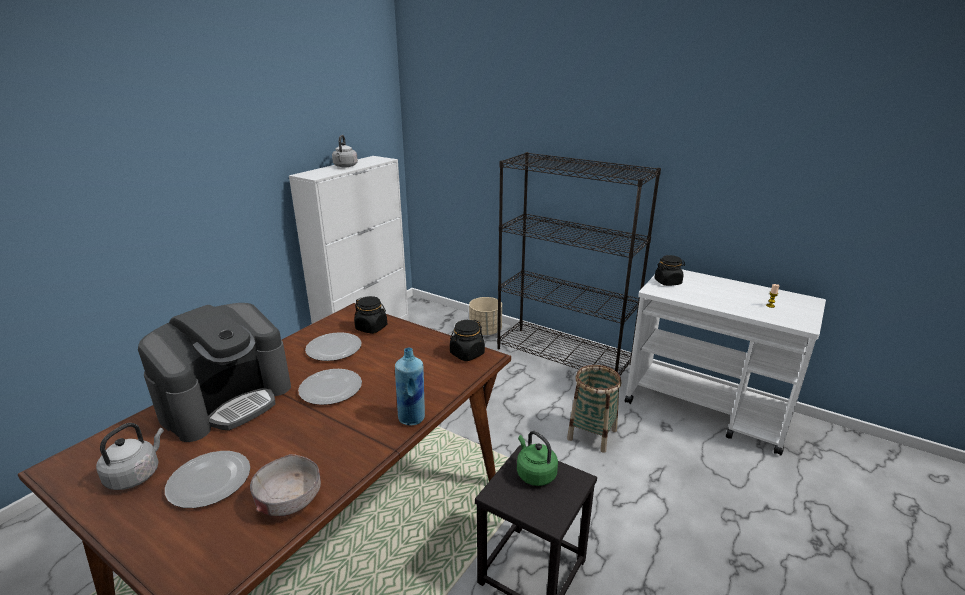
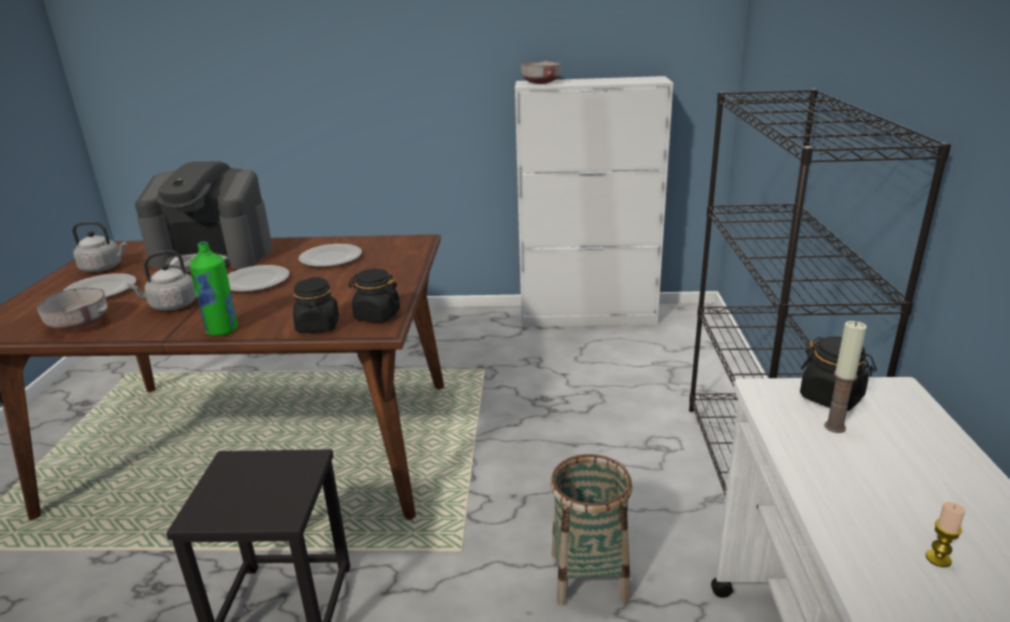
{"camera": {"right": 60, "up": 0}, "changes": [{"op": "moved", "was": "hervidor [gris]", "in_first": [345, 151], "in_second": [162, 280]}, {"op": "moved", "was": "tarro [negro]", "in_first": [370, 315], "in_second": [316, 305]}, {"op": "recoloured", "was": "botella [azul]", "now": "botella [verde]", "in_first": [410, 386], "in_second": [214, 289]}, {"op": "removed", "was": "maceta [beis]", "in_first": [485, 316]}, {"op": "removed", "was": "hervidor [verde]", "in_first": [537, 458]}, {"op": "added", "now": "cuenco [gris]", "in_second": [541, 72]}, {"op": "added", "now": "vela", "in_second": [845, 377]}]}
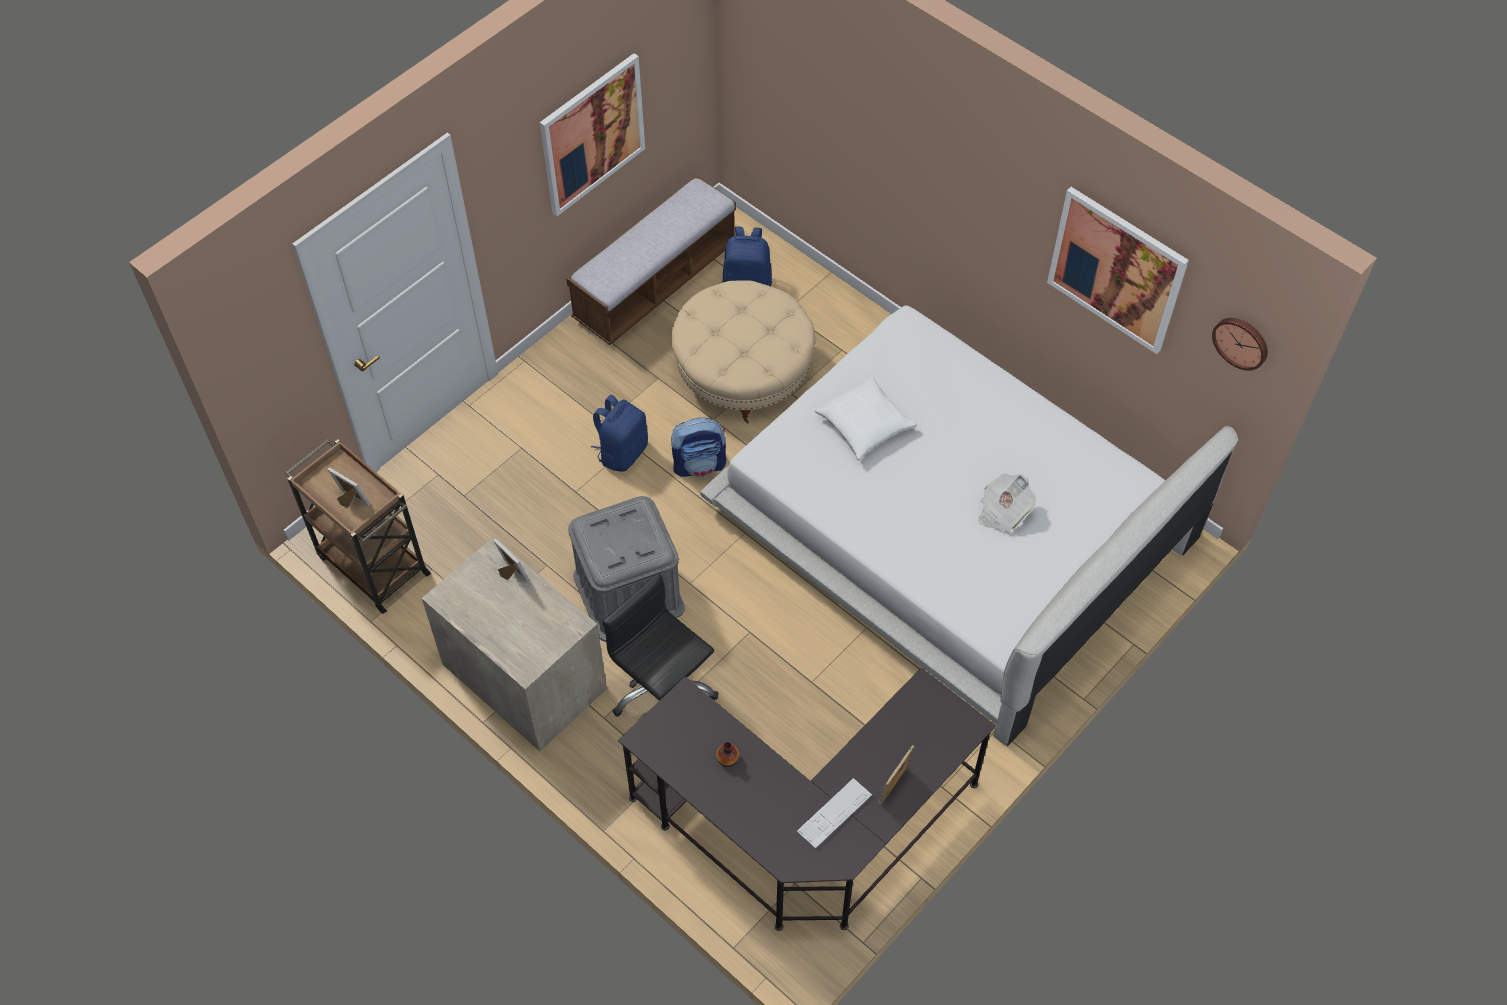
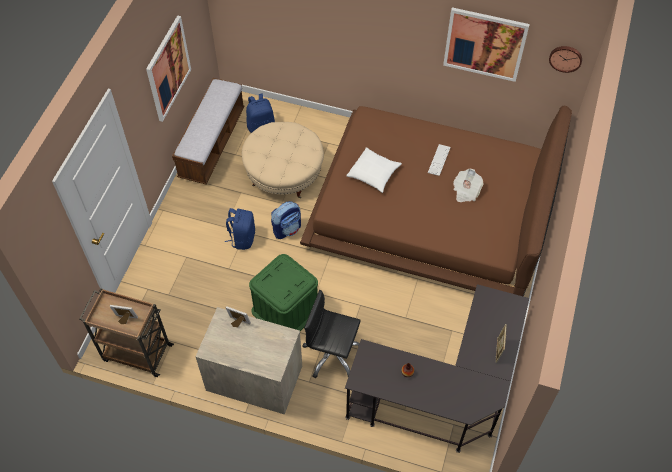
{"camera": {"right": -25, "up": 0}, "changes": [{"op": "recoloured", "was": "caja de almacenaje [gris]", "now": "caja de almacenaje [verde]", "in_first": [626, 569], "in_second": [283, 292]}, {"op": "recoloured", "was": "cama [blanco]", "now": "cama [marrón]", "in_first": [969, 526], "in_second": [436, 201]}, {"op": "moved", "was": "teclado", "in_first": [834, 813], "in_second": [439, 160]}]}
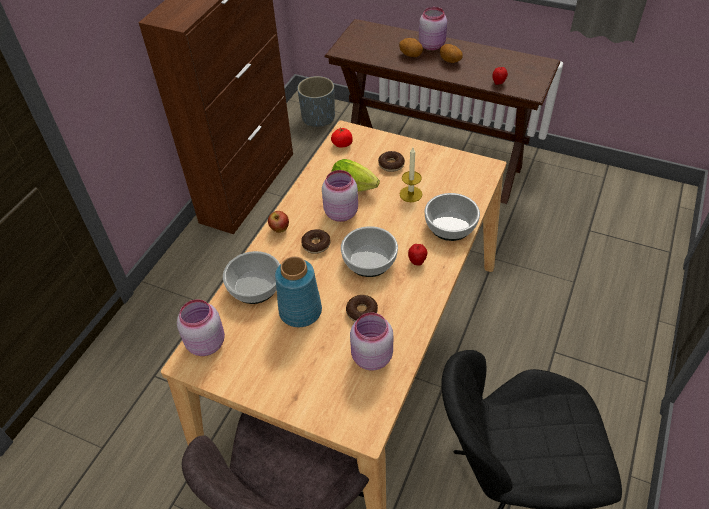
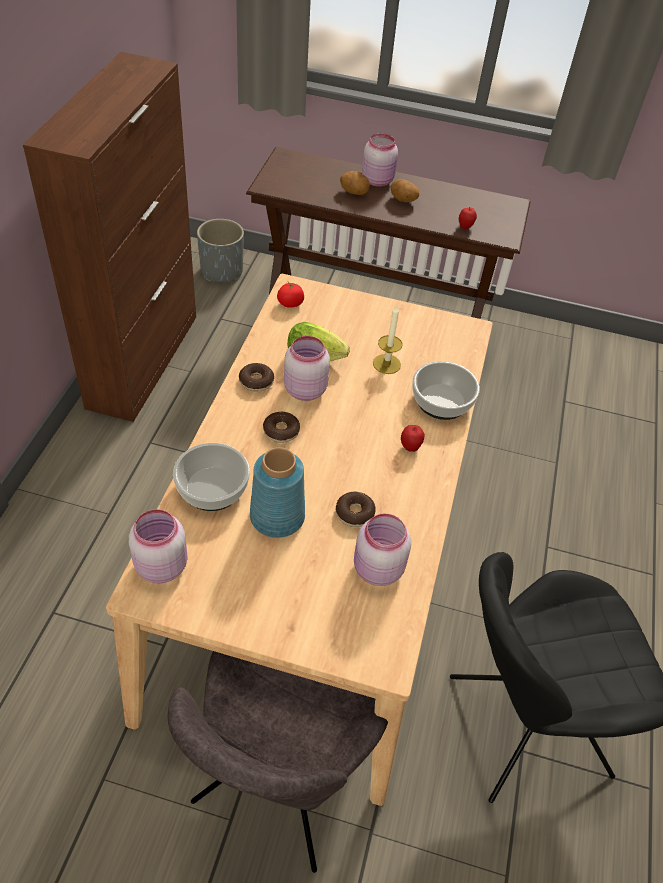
{"camera": {"right": -15, "up": 0}, "changes": [{"op": "removed", "was": "manzana", "in_first": [278, 222]}, {"op": "removed", "was": "cuenco", "in_first": [369, 251]}, {"op": "moved", "was": "rosquilla", "in_first": [391, 161], "in_second": [256, 377]}]}
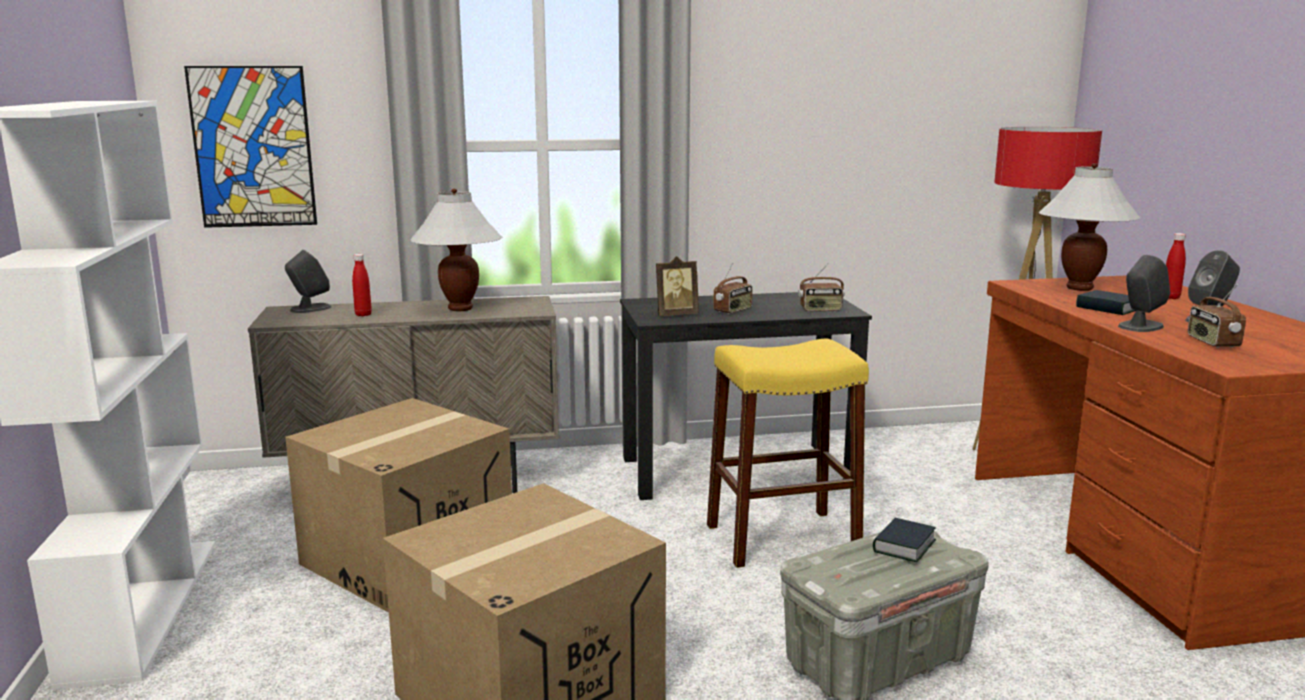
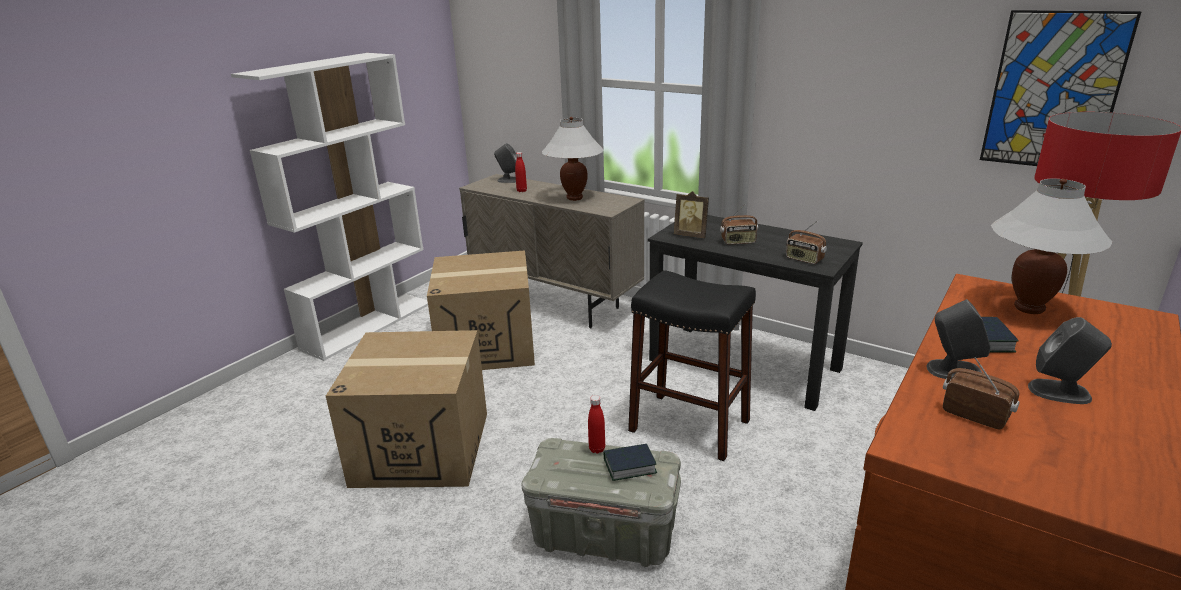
{"camera": {"right": 45, "up": 10}, "changes": [{"op": "moved", "was": "cuadro", "in_first": [250, 147], "in_second": [1061, 88]}, {"op": "recoloured", "was": "taburete [amarillo]", "now": "taburete [negro]", "in_first": [788, 453], "in_second": [692, 365]}, {"op": "moved", "was": "botella [rojo]", "in_first": [1176, 266], "in_second": [596, 424]}, {"op": "turned", "was": "radio", "in_first": [1217, 316], "in_second": [981, 393], "clockwise": 90}]}
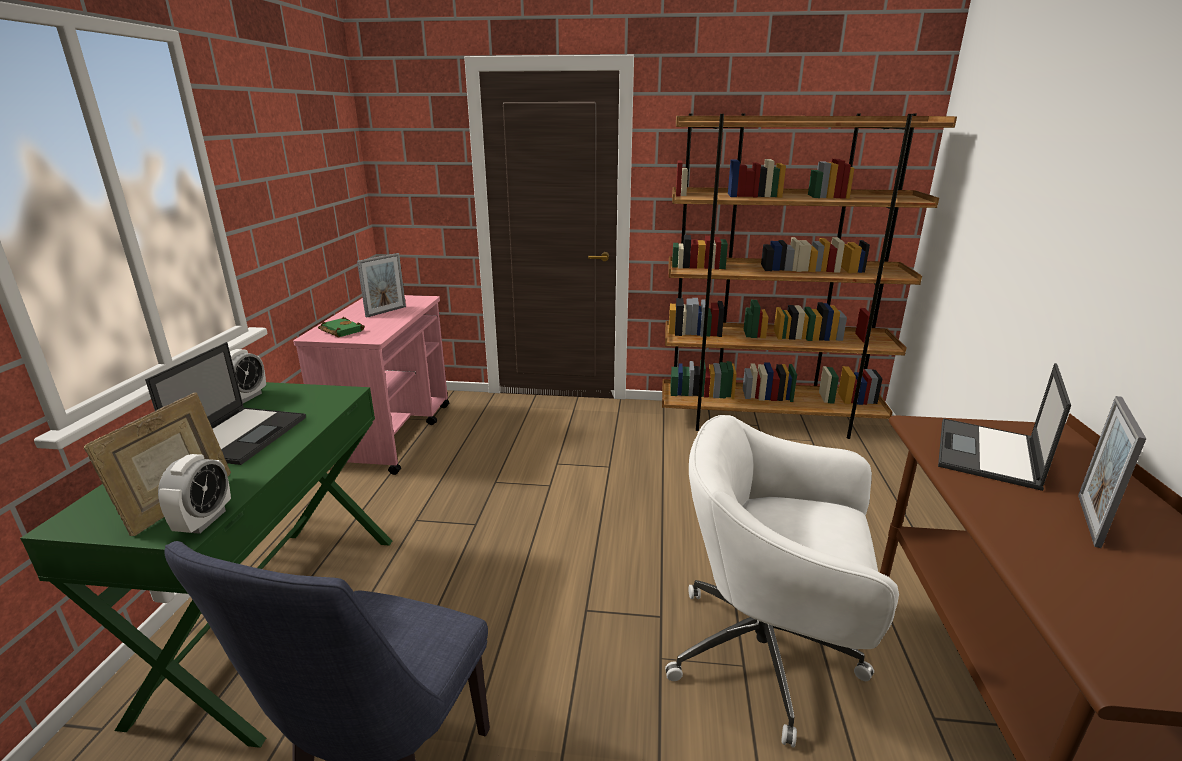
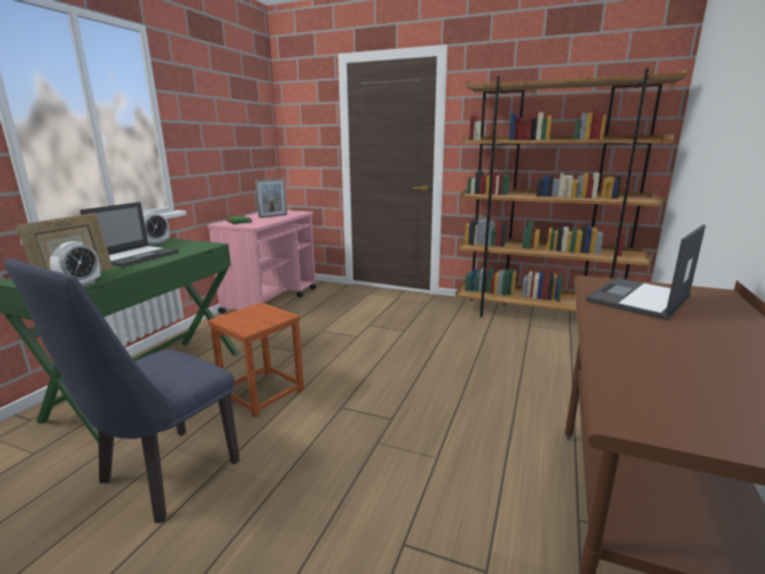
{"camera": {"right": 15, "up": -5}, "changes": [{"op": "removed", "was": "silla de oficina [blanco]", "in_first": [782, 581]}, {"op": "removed", "was": "portarretratos", "in_first": [1112, 472]}, {"op": "added", "now": "taburete [marrón]", "in_second": [256, 360]}]}
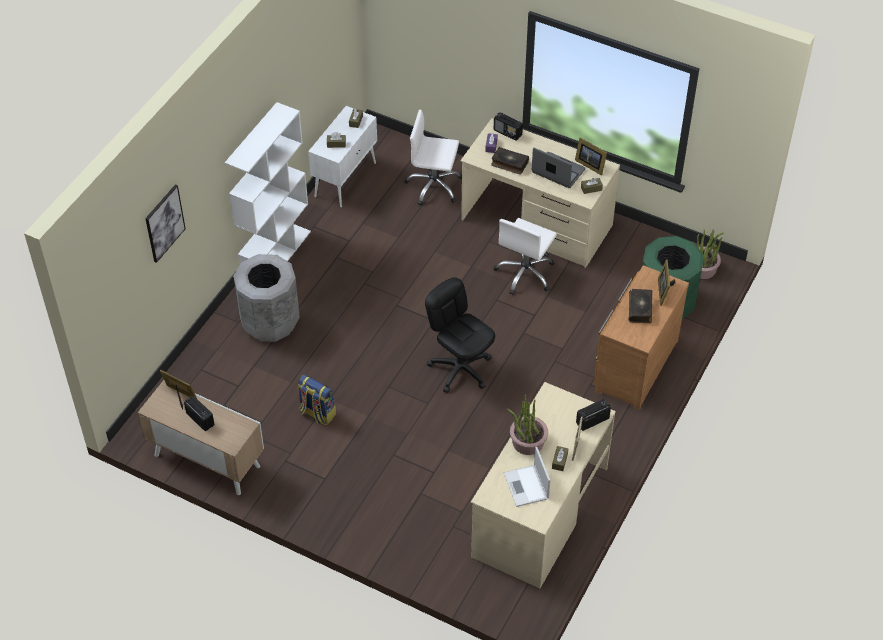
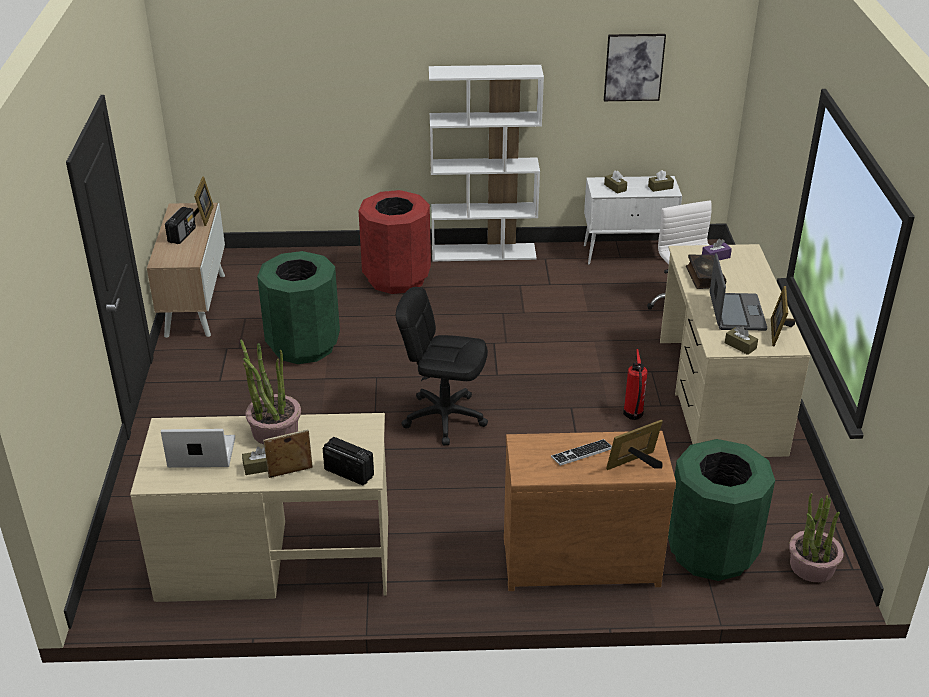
{"camera": {"right": 60, "up": -15}, "changes": [{"op": "moved", "was": "cuadro", "in_first": [165, 223], "in_second": [635, 67]}, {"op": "recoloured", "was": "papelera [gris]", "now": "papelera [rojo]", "in_first": [266, 298], "in_second": [395, 242]}, {"op": "replaced", "was": "mochila", "now": "papelera [verde]", "in_first": [317, 400], "in_second": [298, 307]}, {"op": "turned", "was": "silla de oficina [negro]", "in_first": [460, 335], "in_second": [442, 366], "clockwise": -90}, {"op": "removed", "was": "radio", "in_first": [508, 126]}, {"op": "replaced", "was": "silla de oficina [blanco]", "now": "extintor", "in_first": [525, 256], "in_second": [635, 384]}, {"op": "turned", "was": "portátil", "in_first": [527, 477], "in_second": [198, 448], "clockwise": 45}, {"op": "replaced", "was": "libro", "now": "teclado", "in_first": [641, 306], "in_second": [581, 452]}]}
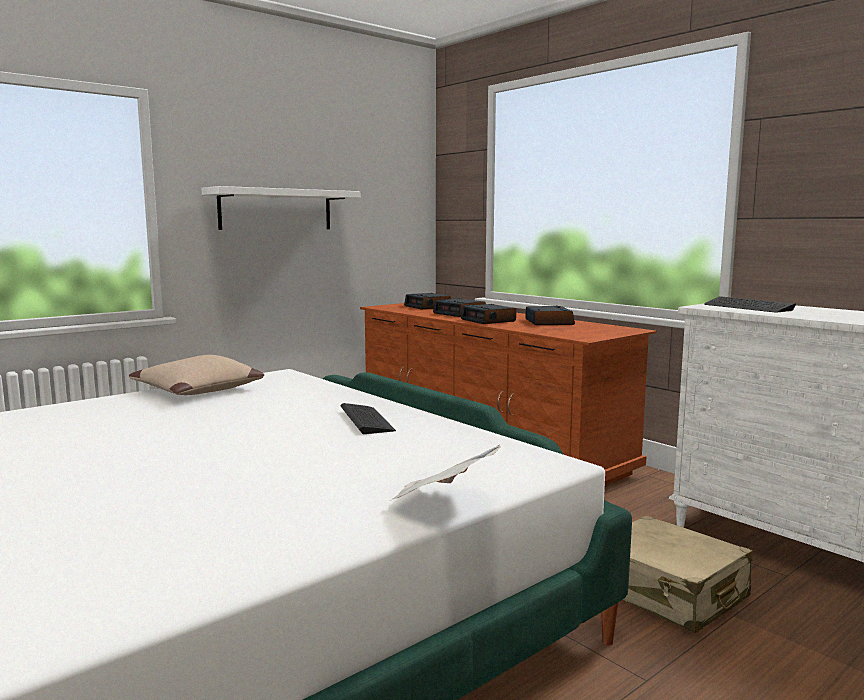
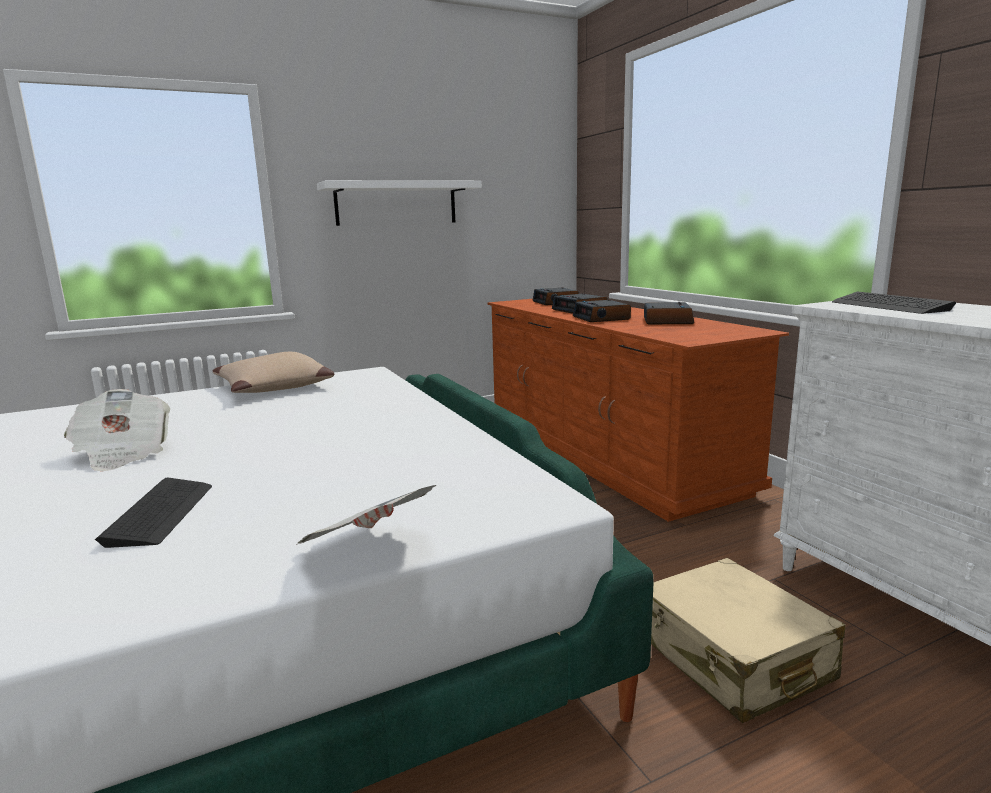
{"camera": {"right": 15, "up": 5}, "changes": [{"op": "moved", "was": "teclado", "in_first": [368, 418], "in_second": [153, 512]}, {"op": "added", "now": "periódico", "in_second": [117, 430]}]}
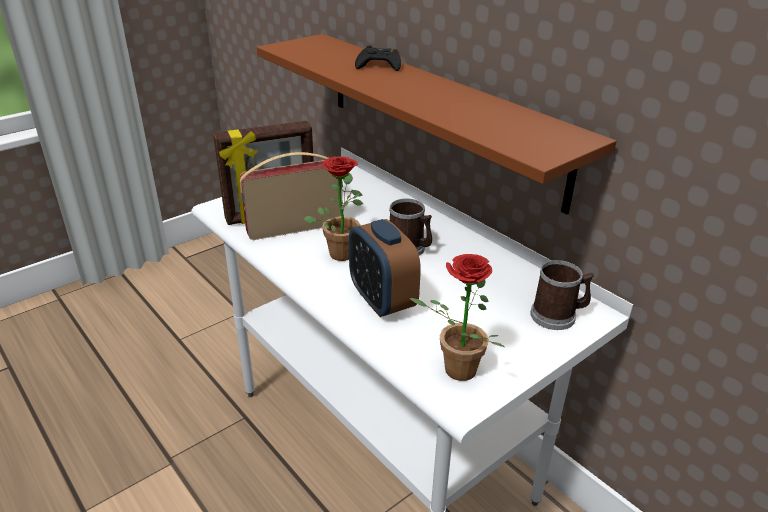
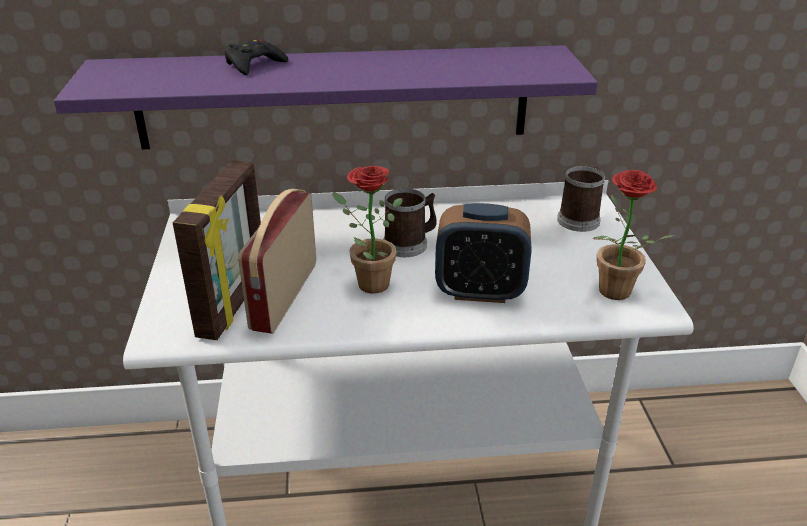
{"camera": {"right": -55, "up": 0}, "changes": [{"op": "recoloured", "was": "estante [marrón]", "now": "estante [morado]", "in_first": [437, 124], "in_second": [326, 97]}]}
